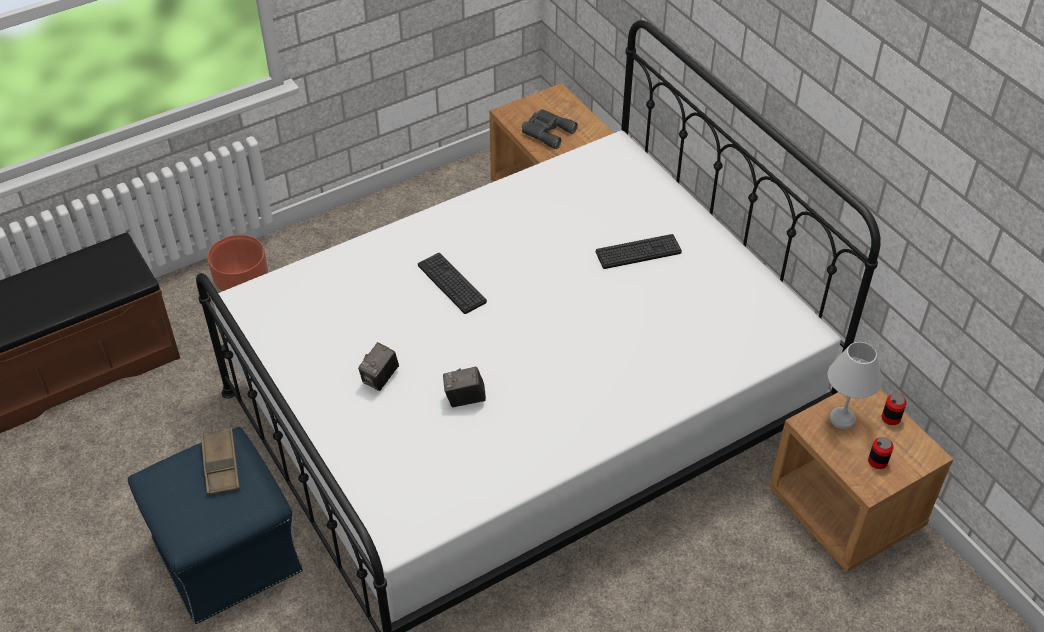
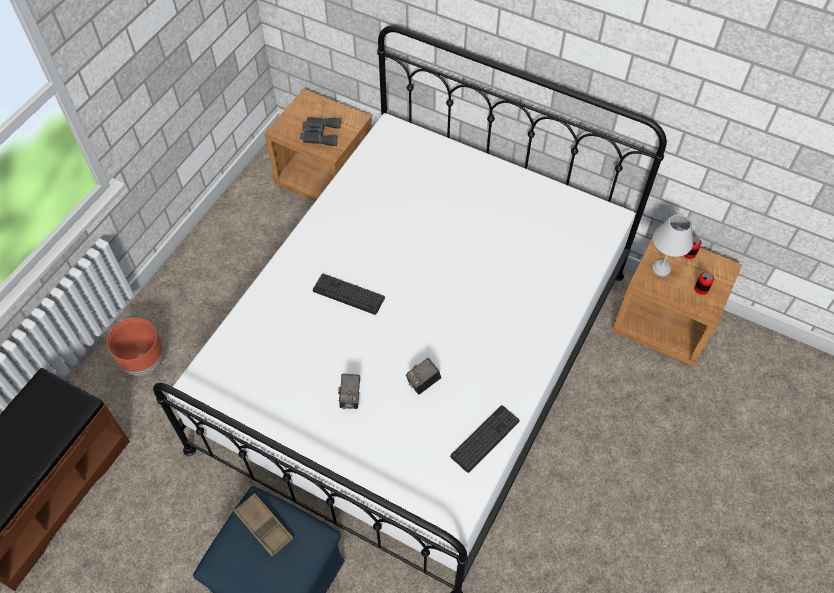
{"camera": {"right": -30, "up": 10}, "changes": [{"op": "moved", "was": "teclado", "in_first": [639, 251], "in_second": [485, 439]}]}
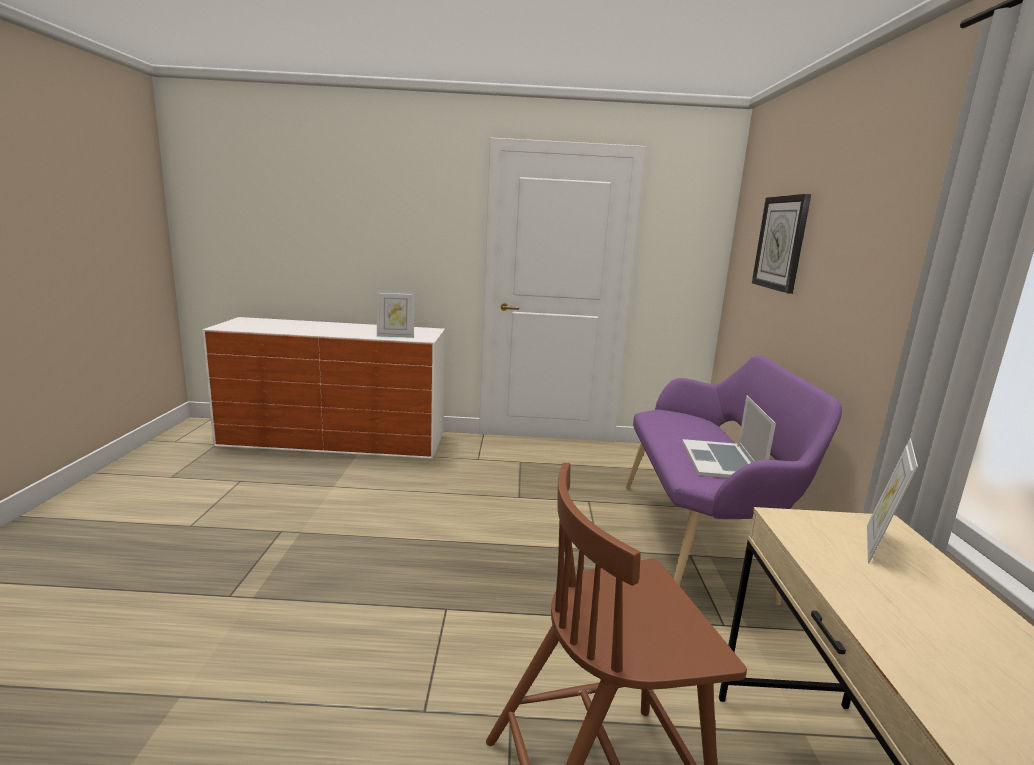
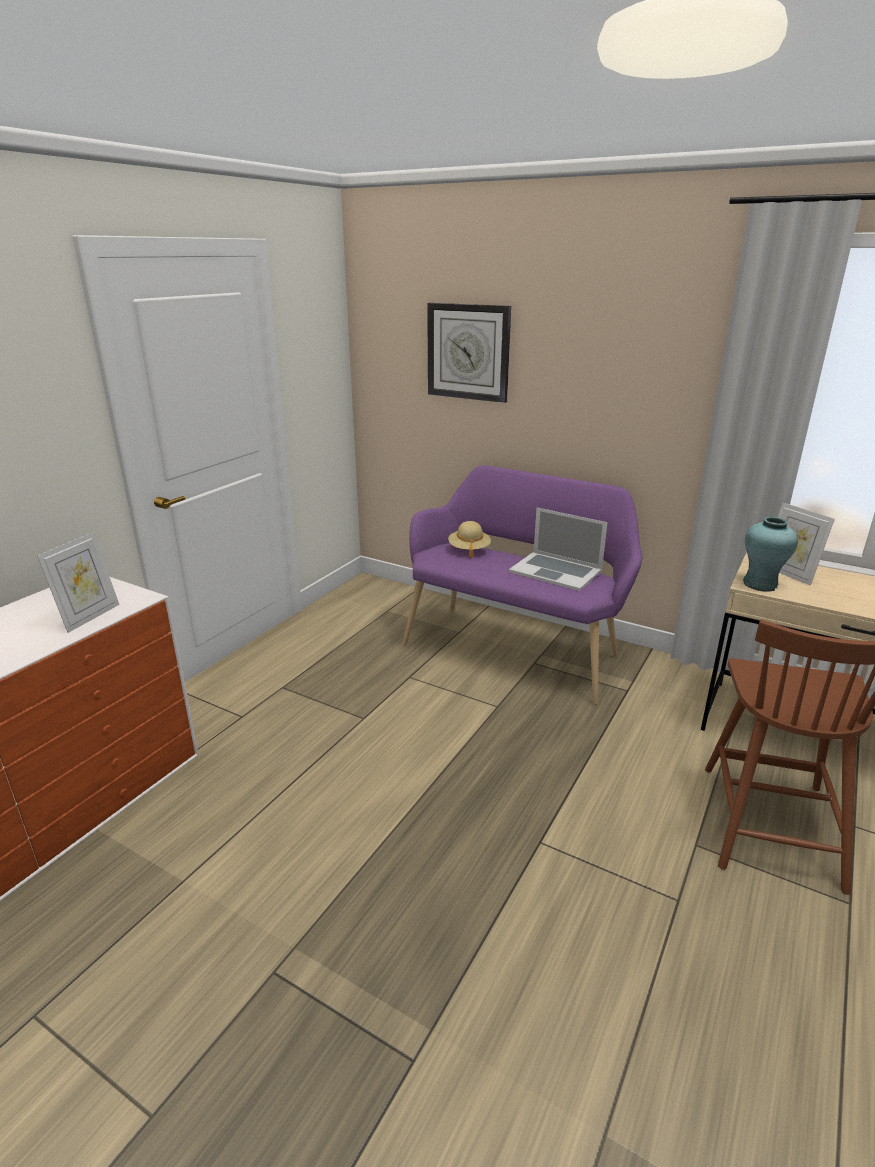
{"camera": {"right": -60, "up": 10}, "changes": [{"op": "added", "now": "sombrero [beis]", "in_second": [469, 539]}, {"op": "added", "now": "florero [turquesa]", "in_second": [770, 554]}]}
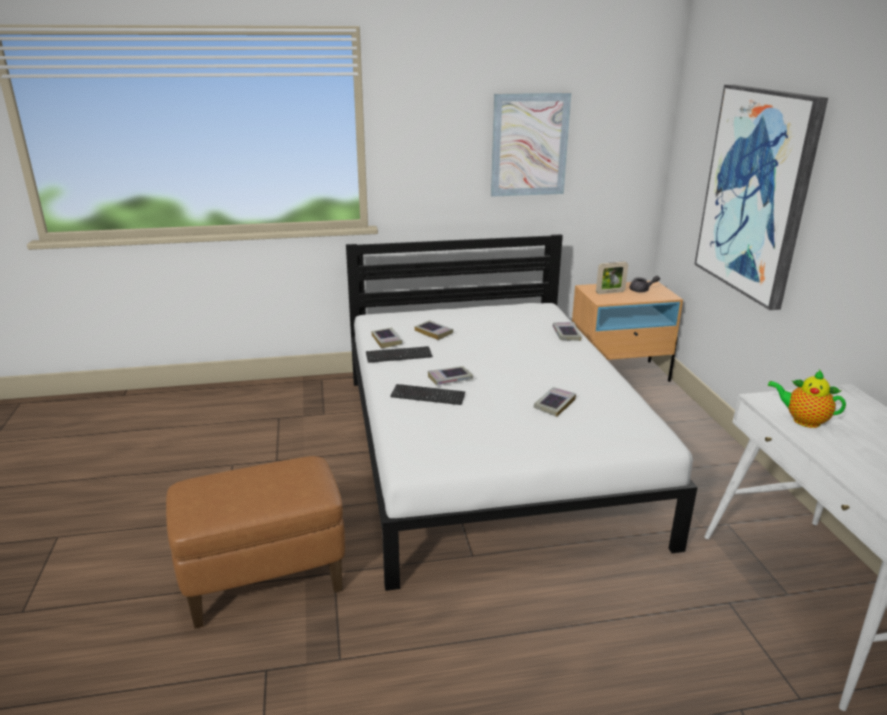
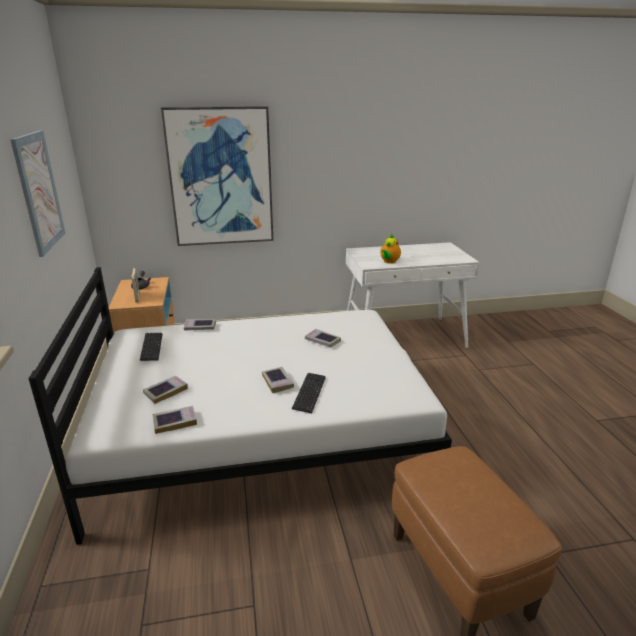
{"camera": {"right": -90, "up": 0}, "changes": [{"op": "moved", "was": "teclado", "in_first": [399, 354], "in_second": [151, 347]}]}
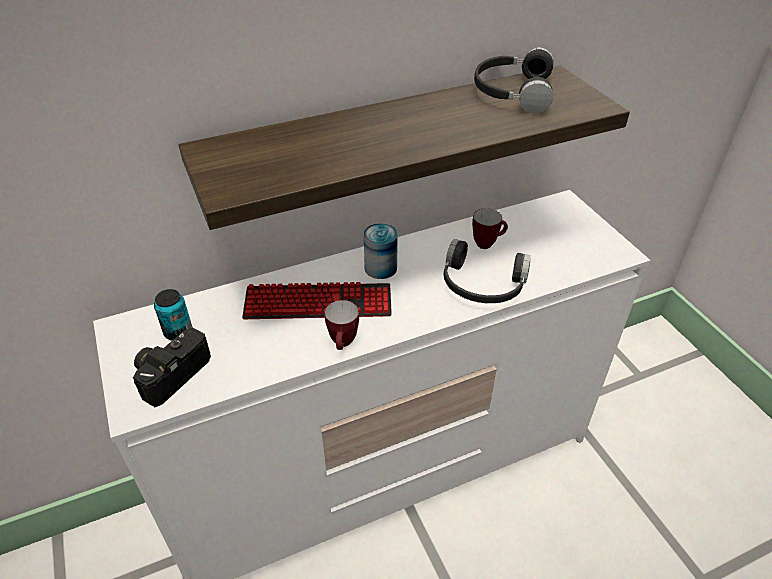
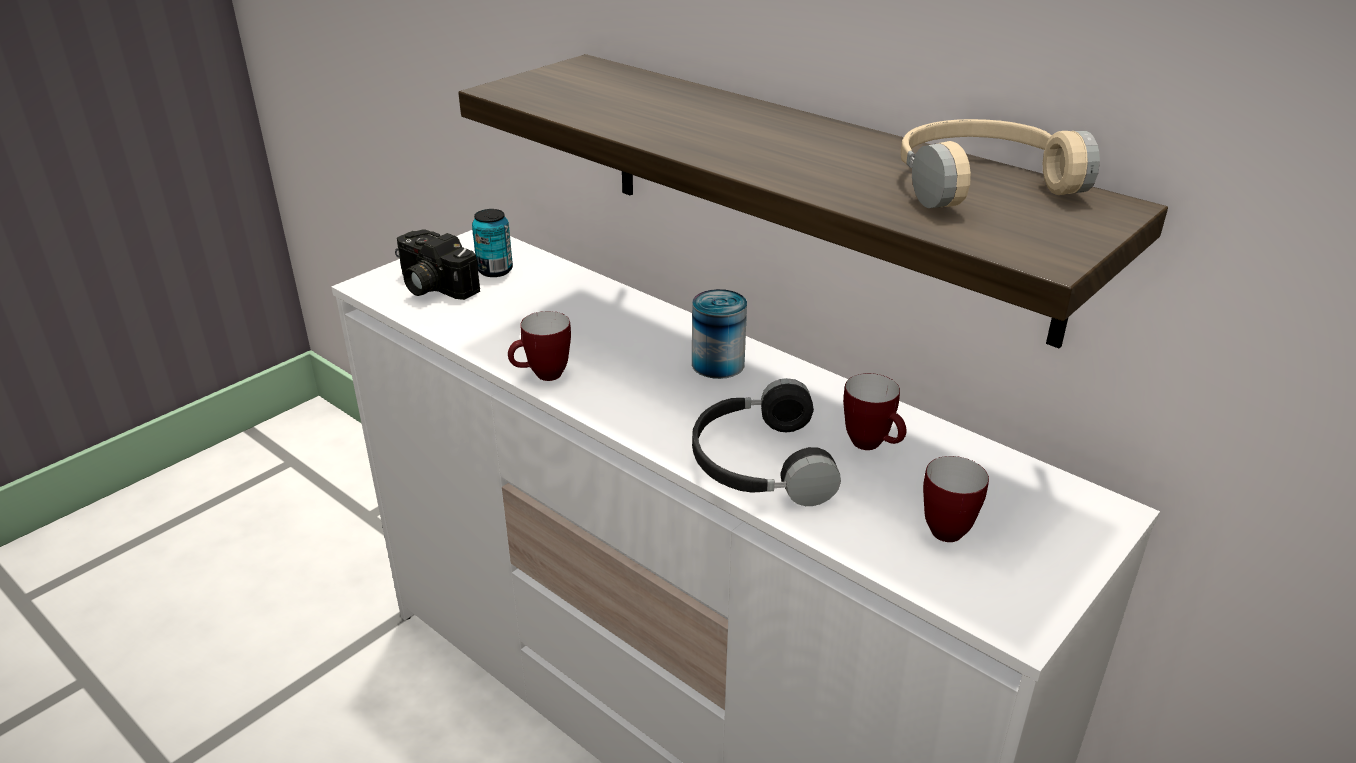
{"camera": {"right": 65, "up": -10}, "changes": [{"op": "turned", "was": "cámara", "in_first": [172, 367], "in_second": [437, 264], "clockwise": -150}, {"op": "removed", "was": "teclado", "in_first": [317, 300]}, {"op": "recoloured", "was": "auriculares [negro]", "now": "auriculares [beis]", "in_first": [513, 80], "in_second": [1000, 163]}, {"op": "added", "now": "taza grande", "in_second": [956, 499]}]}
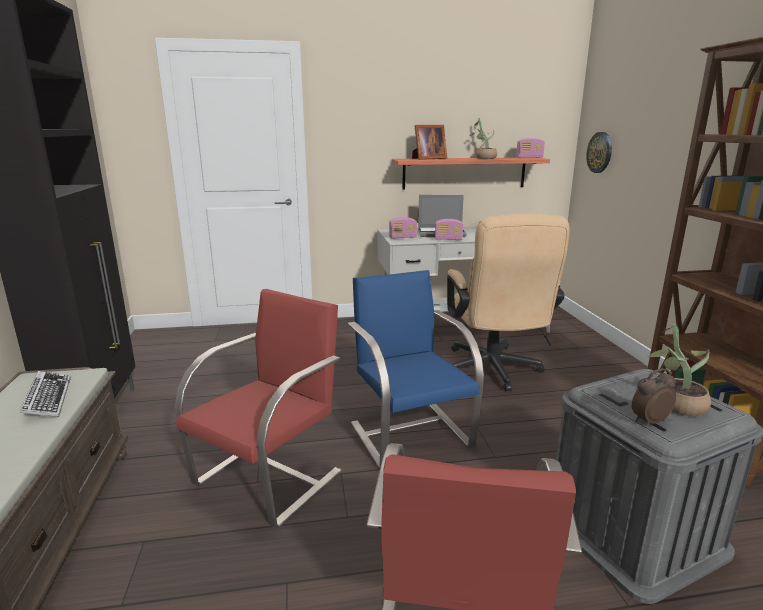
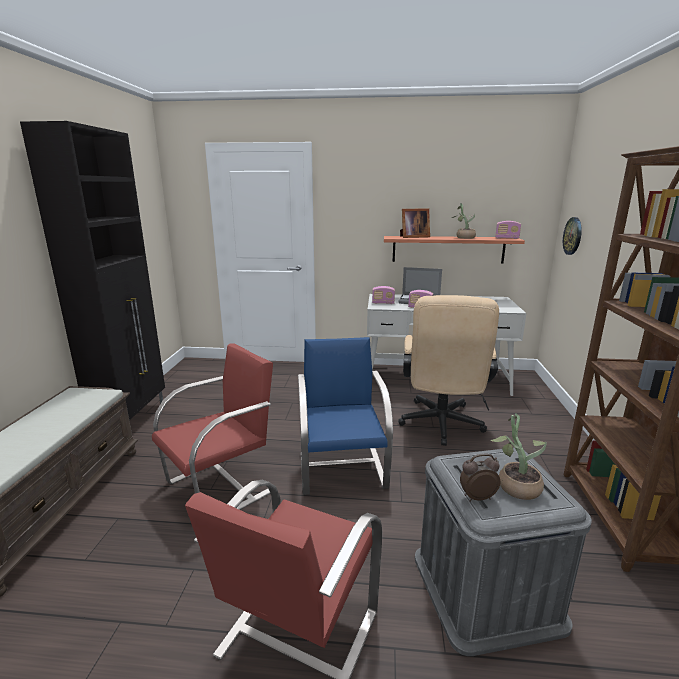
{"camera": {"right": 15, "up": 0}, "changes": [{"op": "removed", "was": "teclado", "in_first": [45, 394]}]}
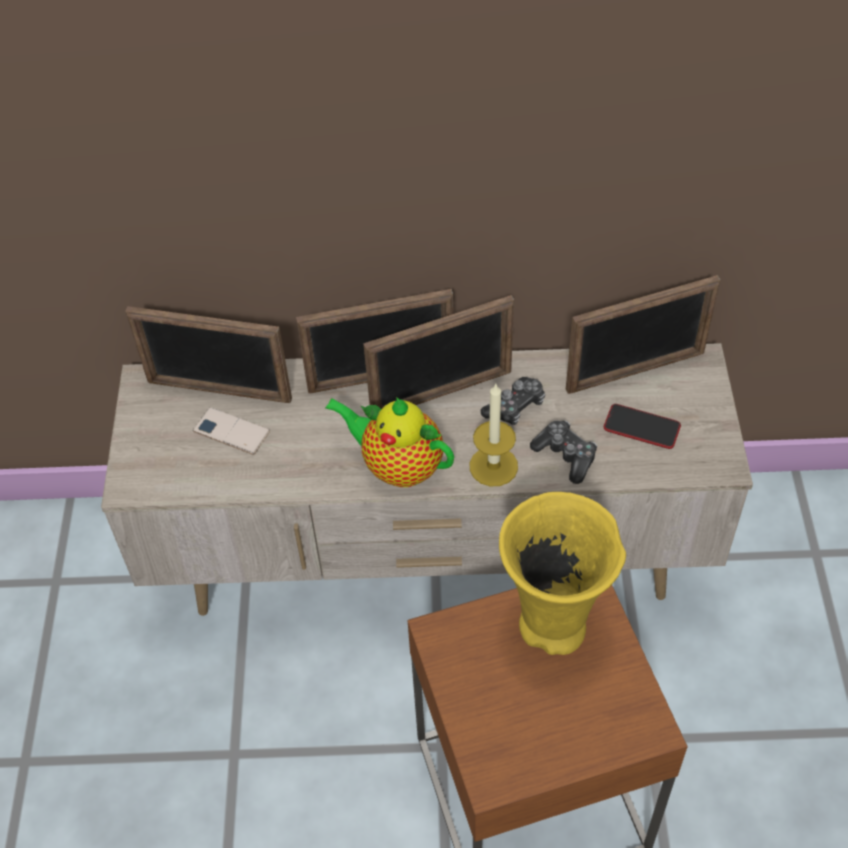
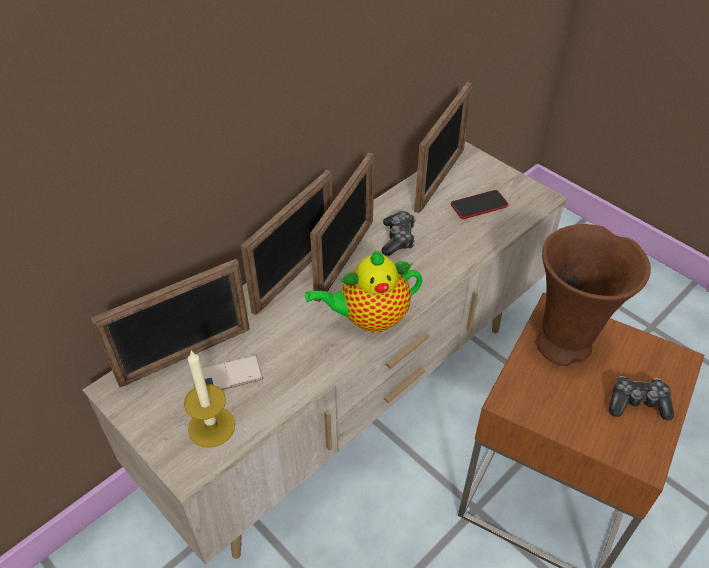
{"camera": {"right": -45, "up": -5}, "changes": [{"op": "moved", "was": "vela", "in_first": [493, 435], "in_second": [209, 398]}, {"op": "recoloured", "was": "florero [amarillo]", "now": "florero [marrón]", "in_first": [562, 573], "in_second": [593, 295]}, {"op": "moved", "was": "mando de consola", "in_first": [563, 452], "in_second": [641, 398]}]}
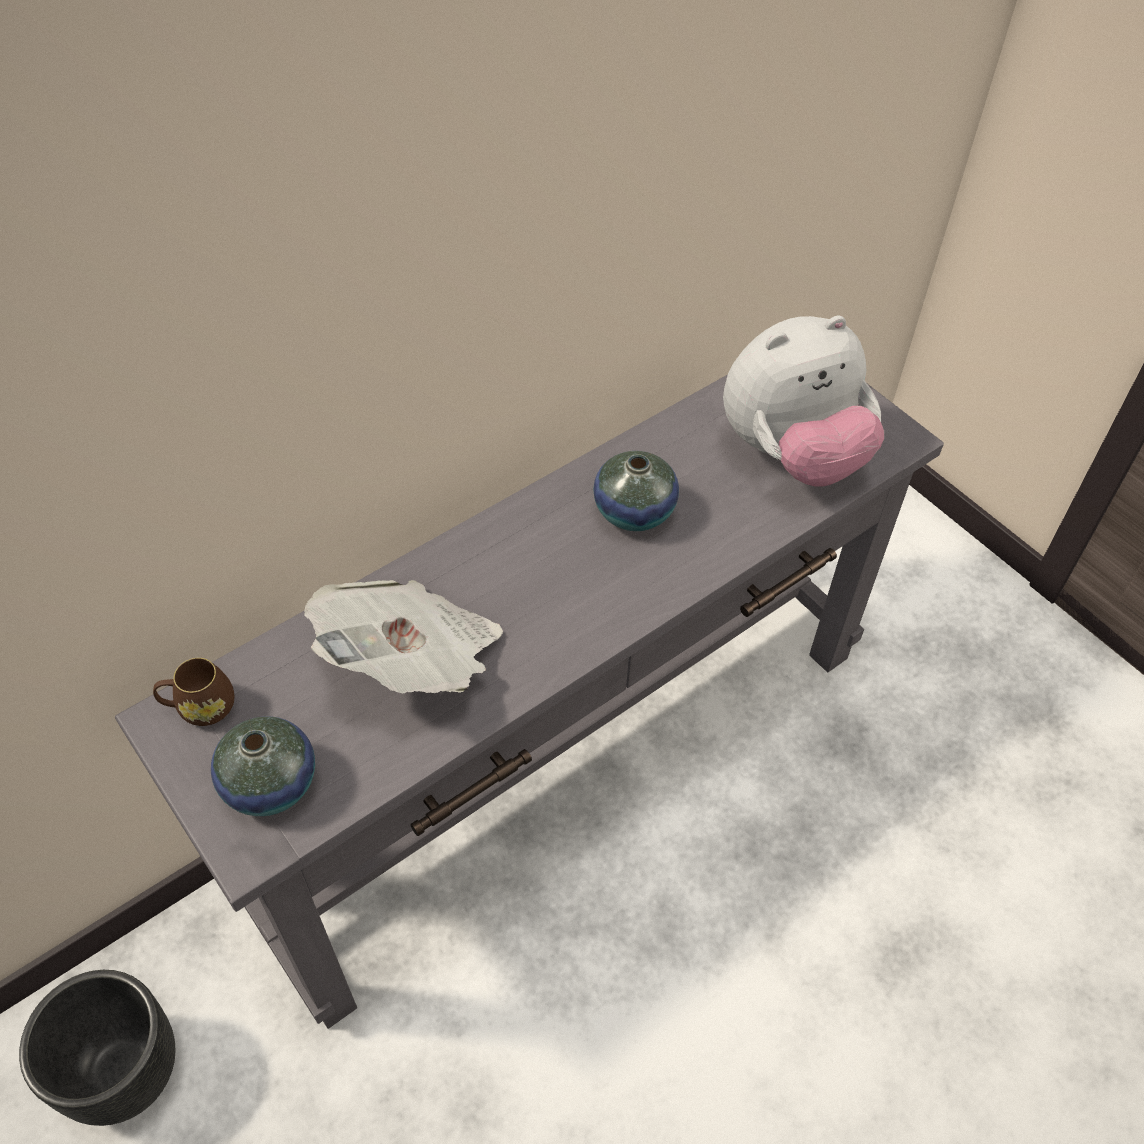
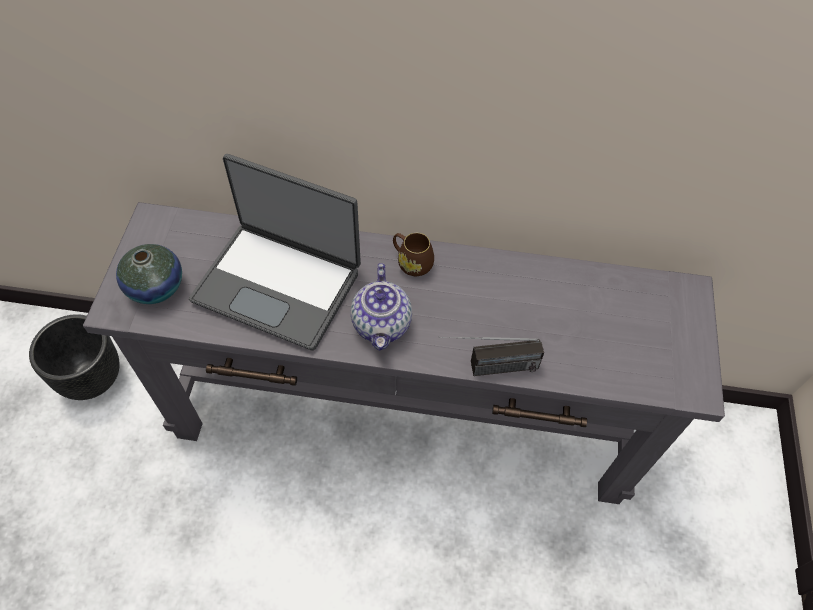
{"camera": {"right": 45, "up": 5}, "changes": [{"op": "moved", "was": "taza grande [marrón]", "in_first": [193, 692], "in_second": [413, 254]}, {"op": "replaced", "was": "periódico", "now": "portátil", "in_first": [403, 636], "in_second": [275, 252]}, {"op": "removed", "was": "florero", "in_first": [636, 491]}, {"op": "removed", "was": "peluche", "in_first": [803, 401]}, {"op": "added", "now": "tetera", "in_second": [381, 307]}, {"op": "added", "now": "radio", "in_second": [491, 356]}]}
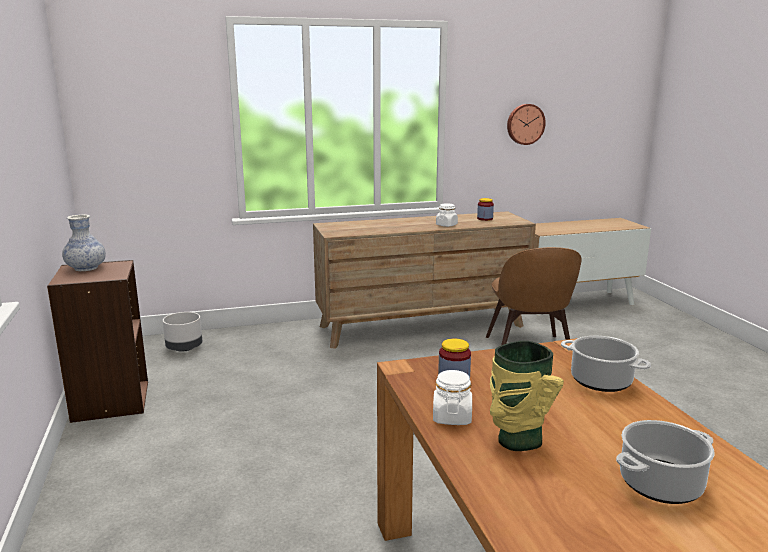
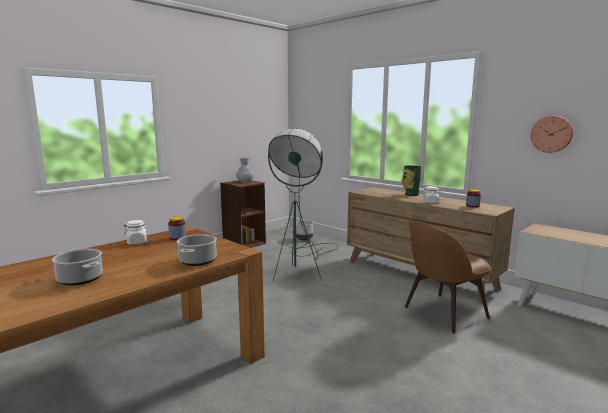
{"camera": {"right": 60, "up": -5}, "changes": [{"op": "moved", "was": "florero", "in_first": [527, 396], "in_second": [411, 180]}, {"op": "added", "now": "lámpara de pie [verde]", "in_second": [303, 204]}]}
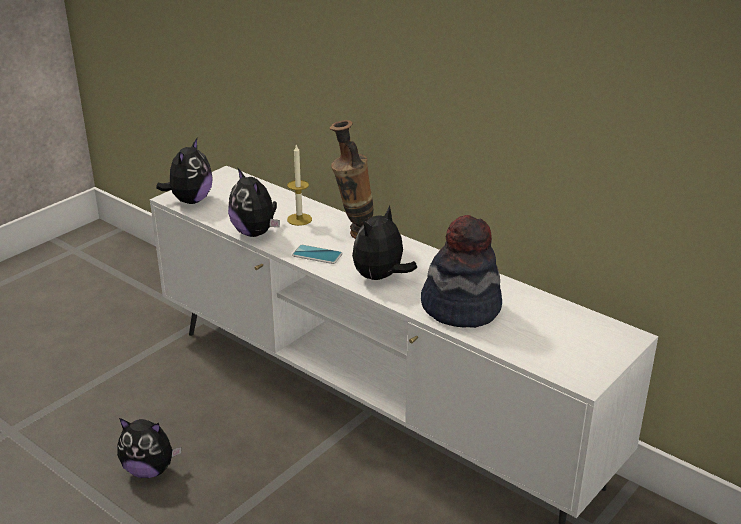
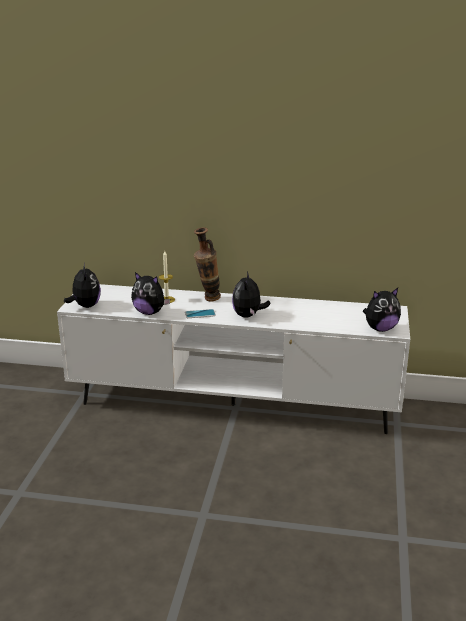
{"camera": {"right": -30, "up": -5}, "changes": [{"op": "moved", "was": "peluche", "in_first": [149, 448], "in_second": [382, 310]}, {"op": "removed", "was": "sombrero", "in_first": [461, 271]}]}
